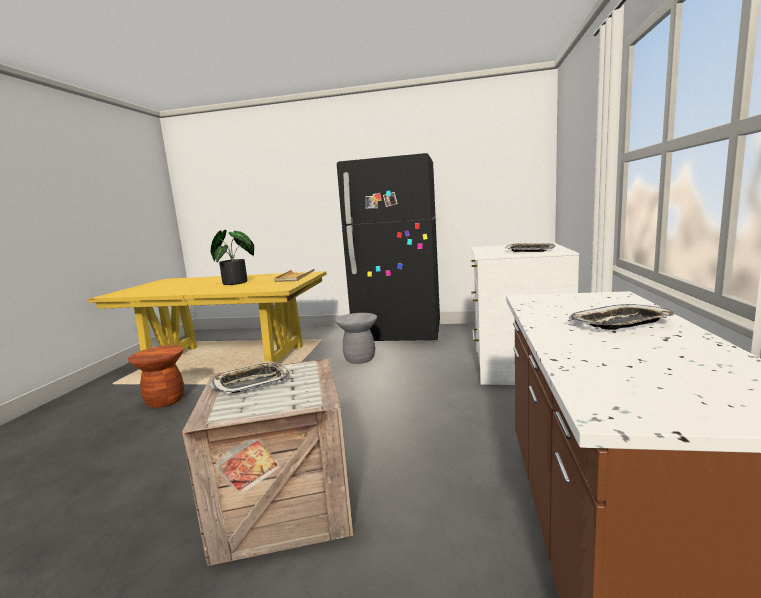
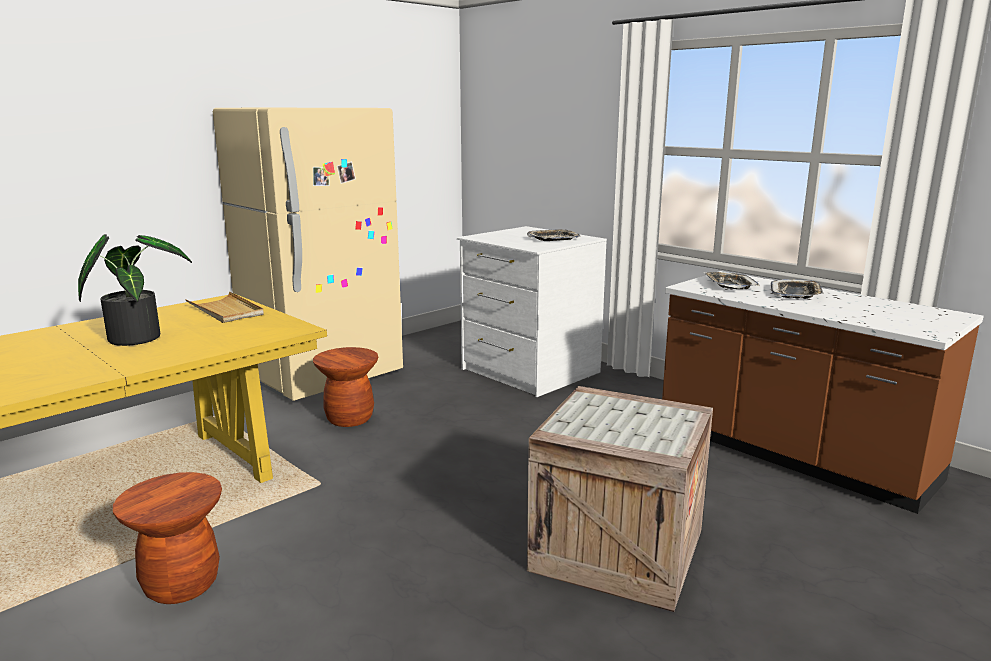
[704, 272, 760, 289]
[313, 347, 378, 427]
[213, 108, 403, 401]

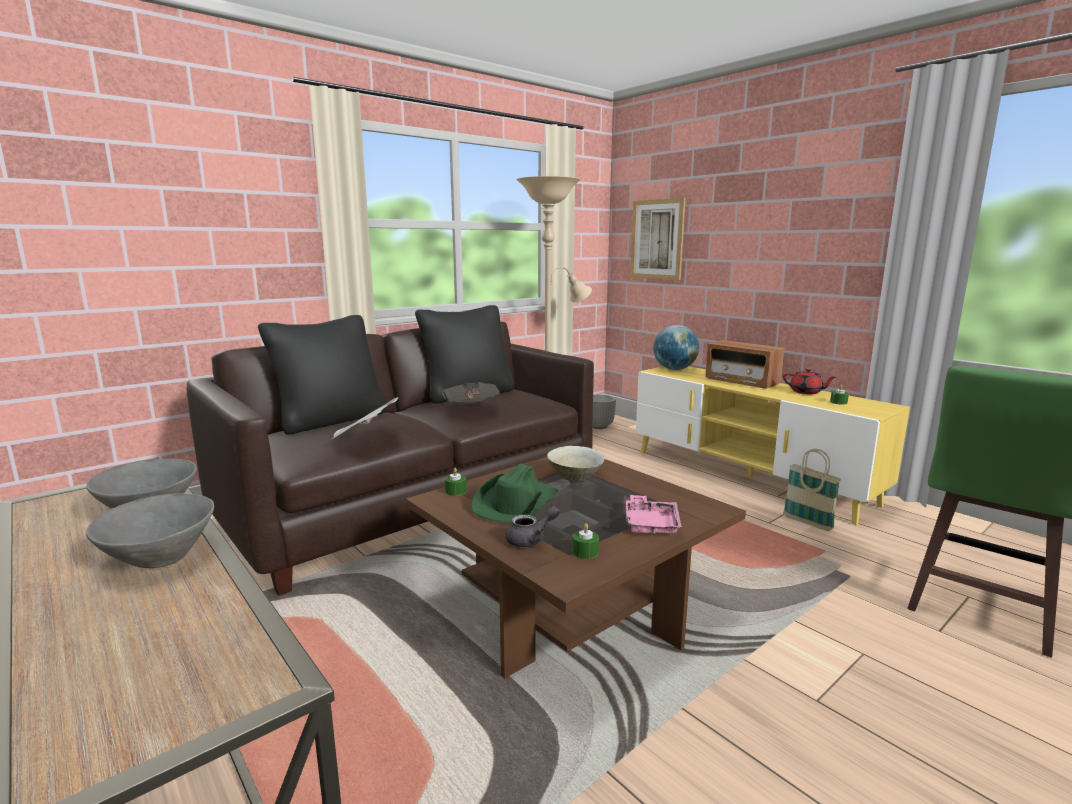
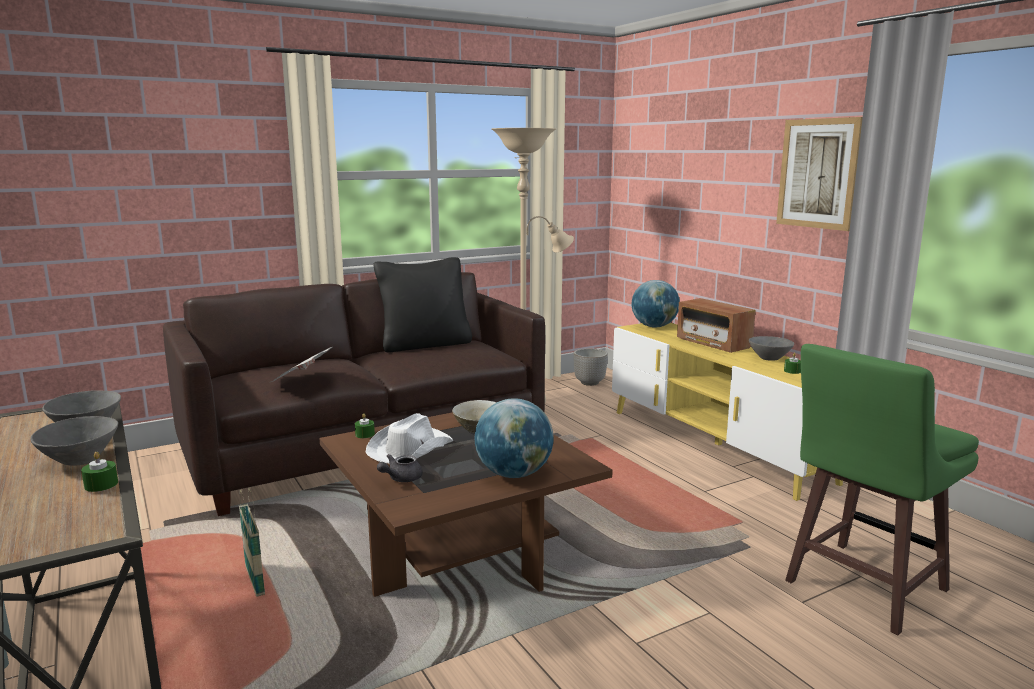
[258, 315, 387, 435] (first image)
[440, 382, 500, 402] (first image)
[81, 452, 118, 492]
[776, 117, 863, 231]
[239, 488, 265, 597]
[474, 398, 554, 478]
[749, 336, 794, 361]
[366, 413, 453, 463]
[377, 454, 423, 482]

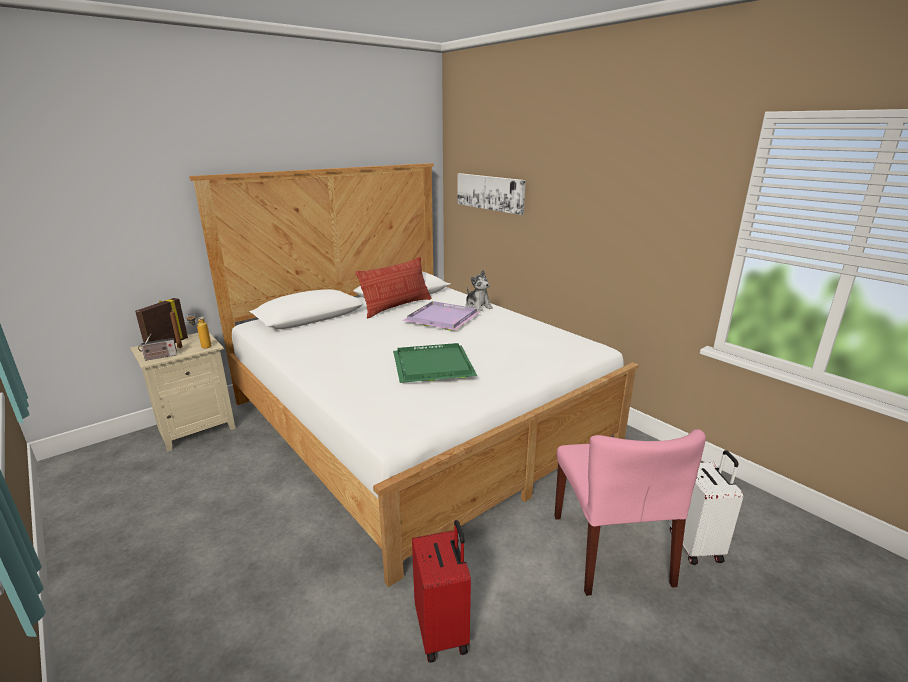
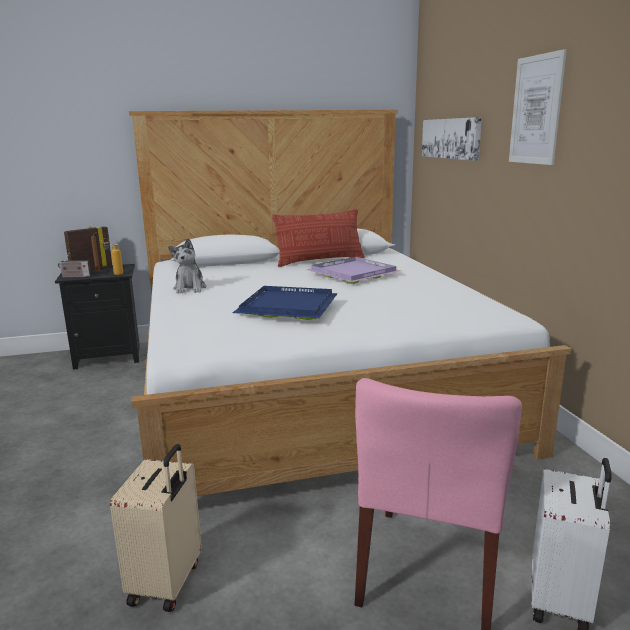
[509, 49, 567, 165]
[168, 238, 206, 294]
[55, 264, 140, 370]
[233, 286, 338, 320]
[110, 444, 202, 612]

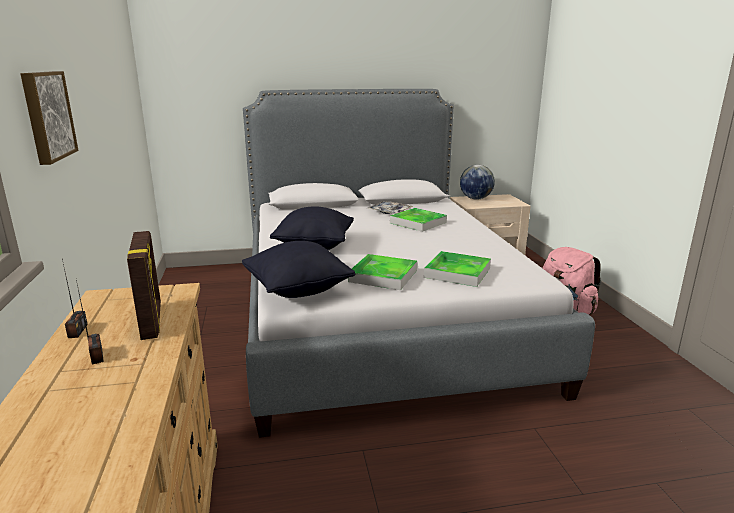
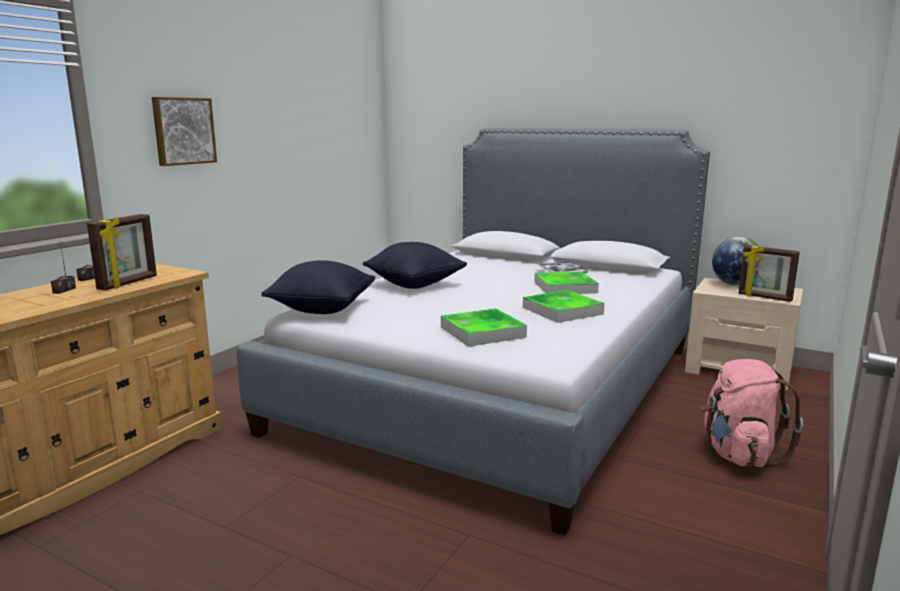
[738, 245, 800, 302]
[523, 290, 605, 323]

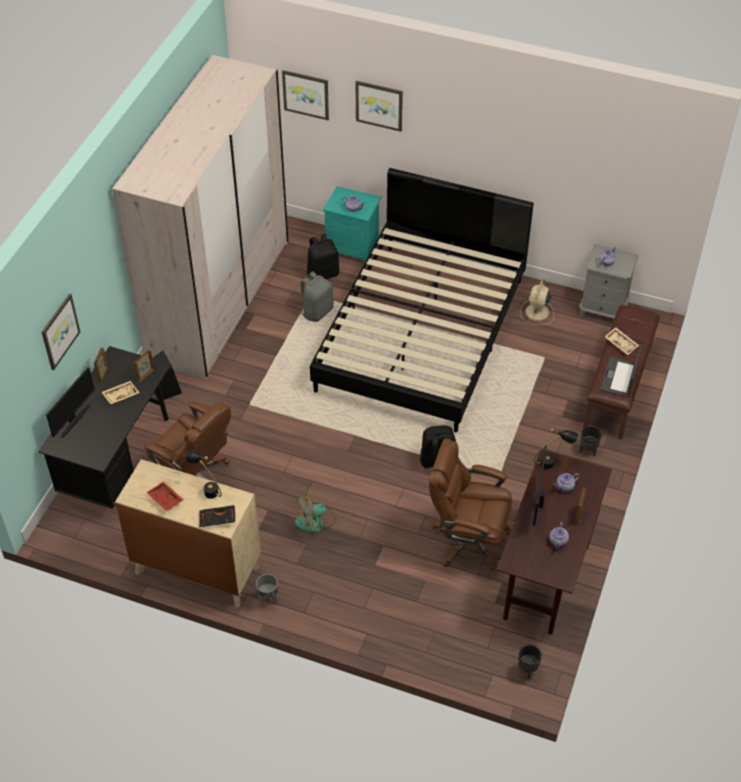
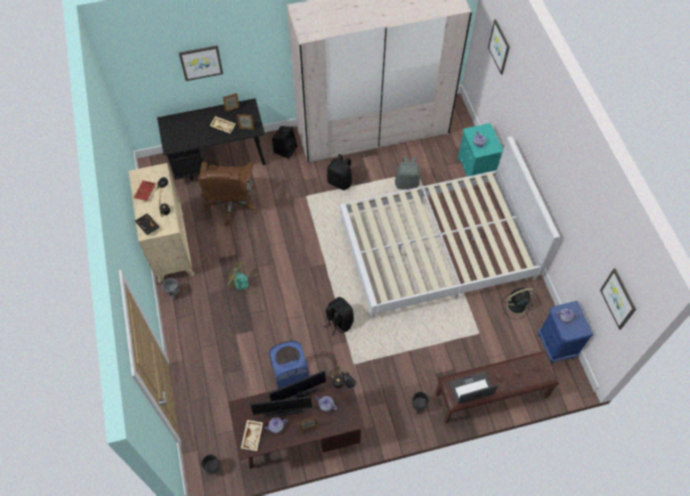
[250, 396, 312, 418]
[327, 154, 352, 190]
[600, 268, 636, 330]
[241, 420, 263, 451]
[269, 341, 309, 389]
[340, 136, 560, 318]
[502, 288, 535, 319]
[538, 301, 593, 364]

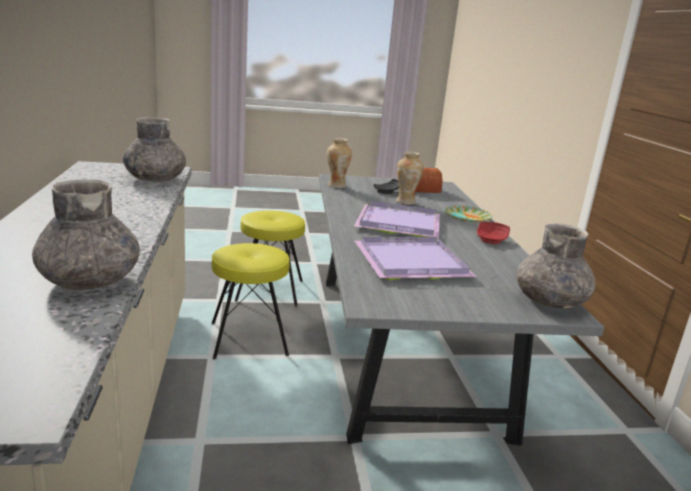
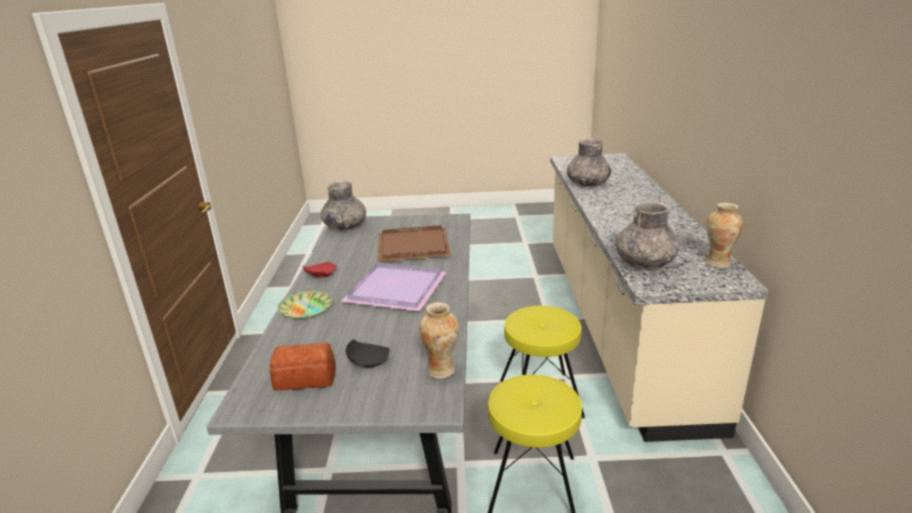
[705, 203, 743, 268]
[378, 225, 451, 262]

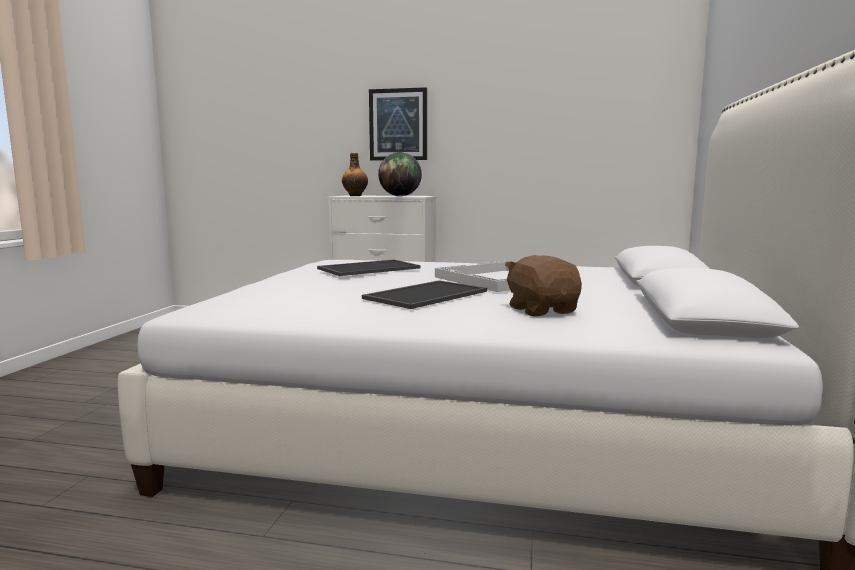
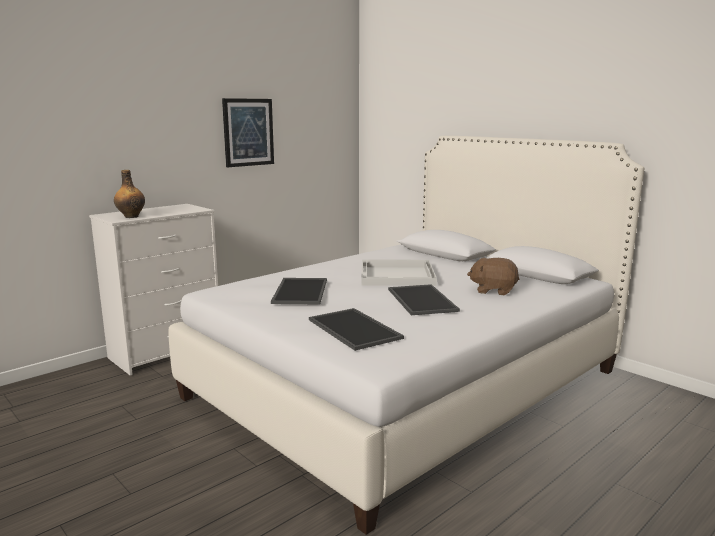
[378, 152, 422, 196] (first image)
[309, 308, 404, 351]
[222, 98, 274, 167]

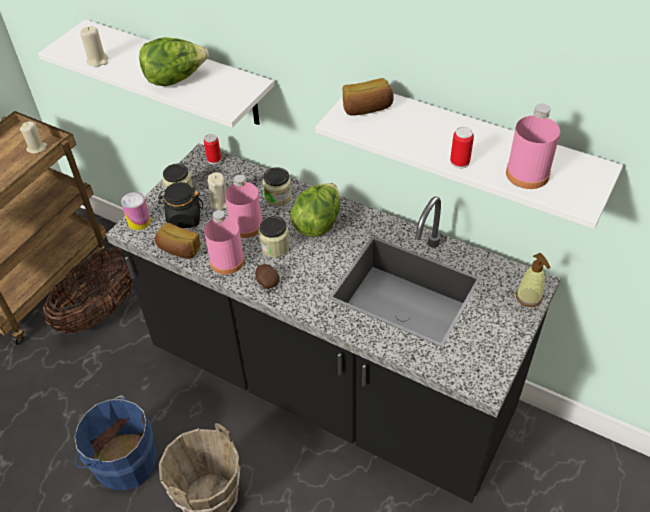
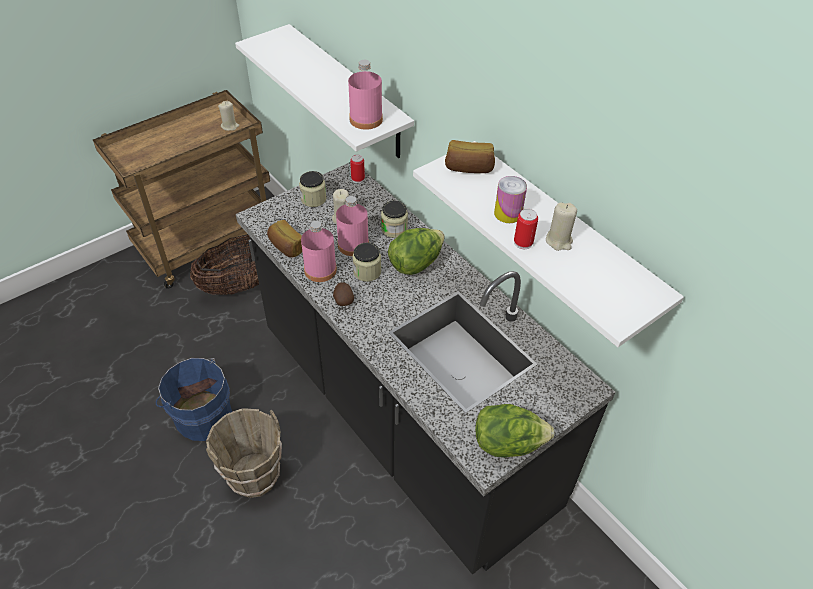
[158, 182, 203, 228] (first image)
[516, 253, 551, 307] (first image)
[546, 203, 577, 251]
[494, 176, 527, 223]
[475, 404, 555, 458]
[348, 60, 383, 130]

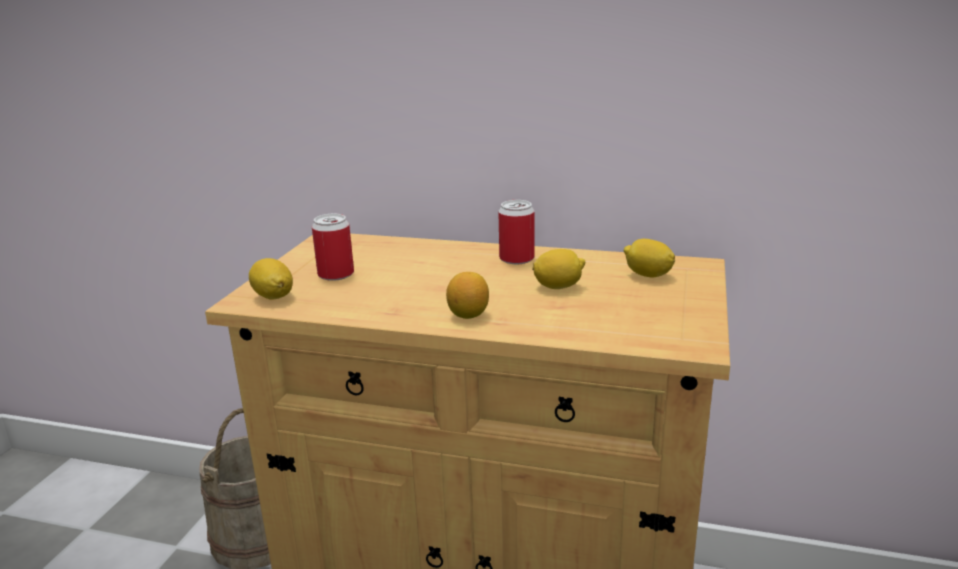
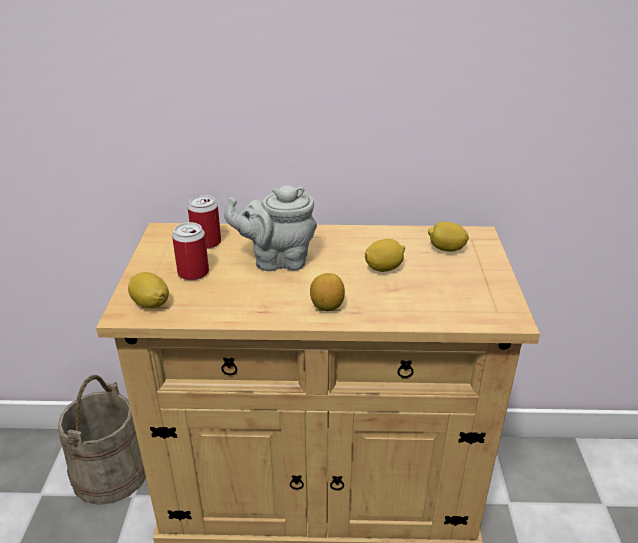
[224, 185, 317, 271]
[188, 195, 221, 249]

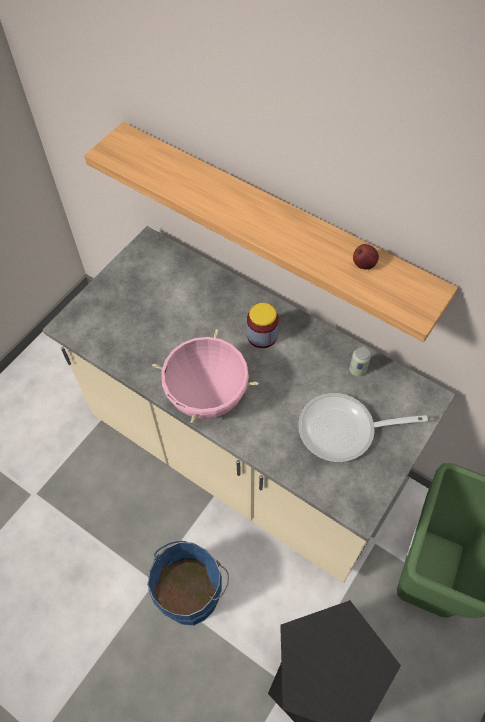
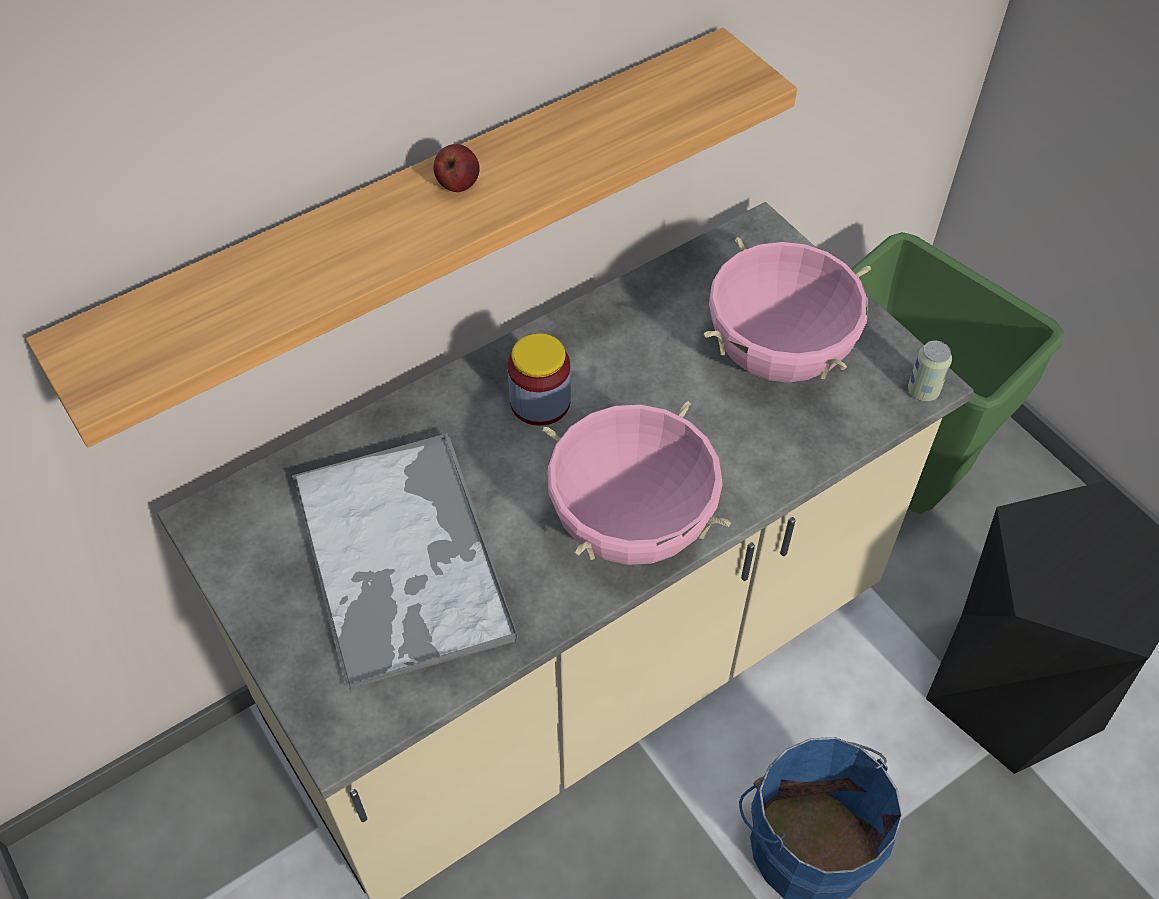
[292, 433, 518, 689]
[908, 341, 952, 401]
[433, 144, 480, 192]
[703, 237, 871, 383]

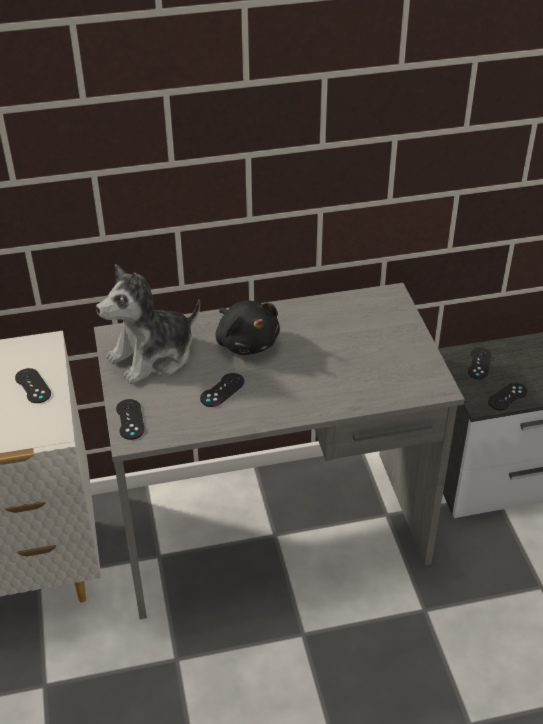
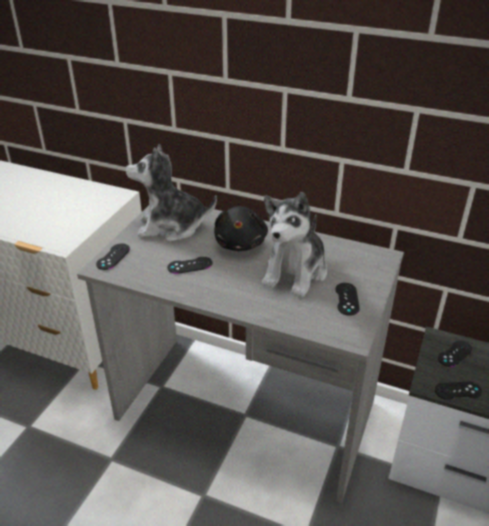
[262, 192, 327, 297]
[335, 283, 360, 316]

